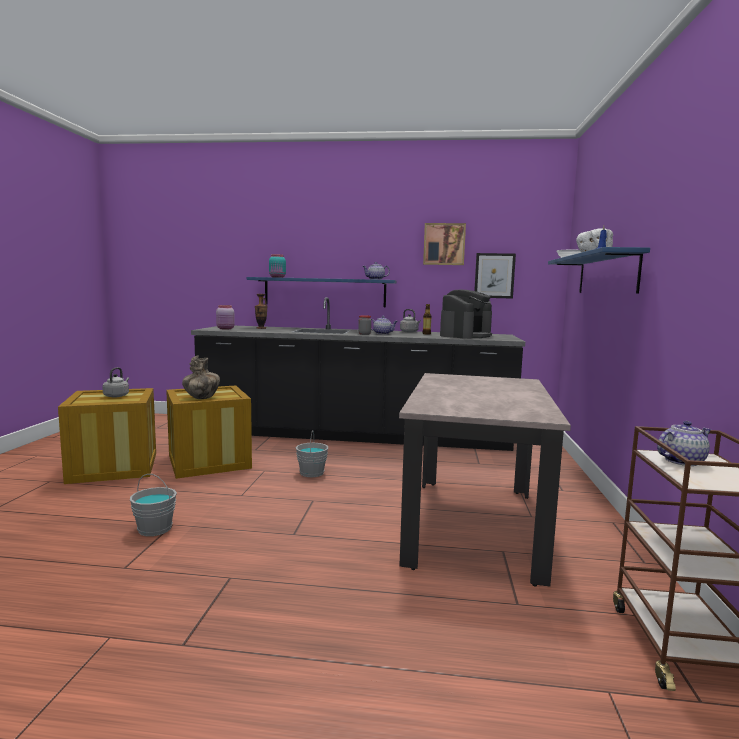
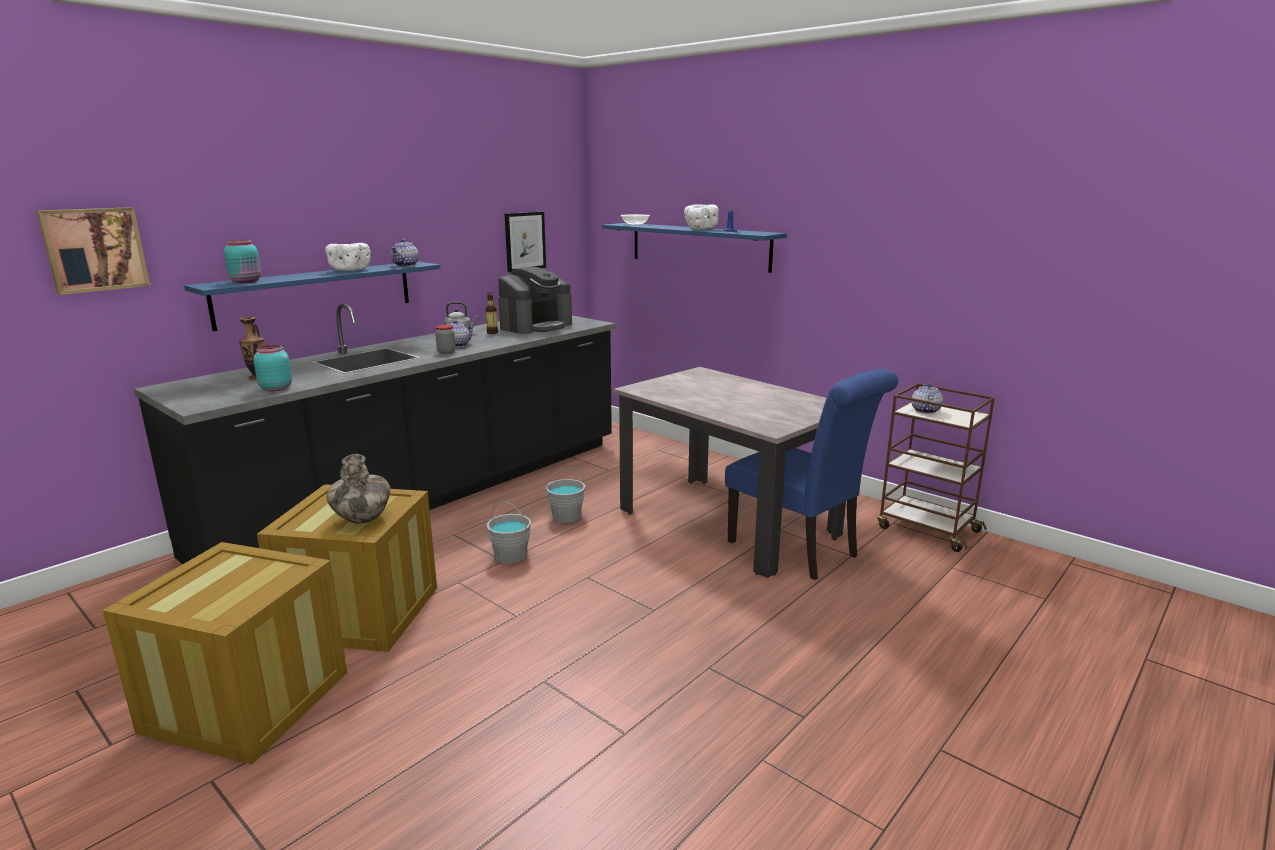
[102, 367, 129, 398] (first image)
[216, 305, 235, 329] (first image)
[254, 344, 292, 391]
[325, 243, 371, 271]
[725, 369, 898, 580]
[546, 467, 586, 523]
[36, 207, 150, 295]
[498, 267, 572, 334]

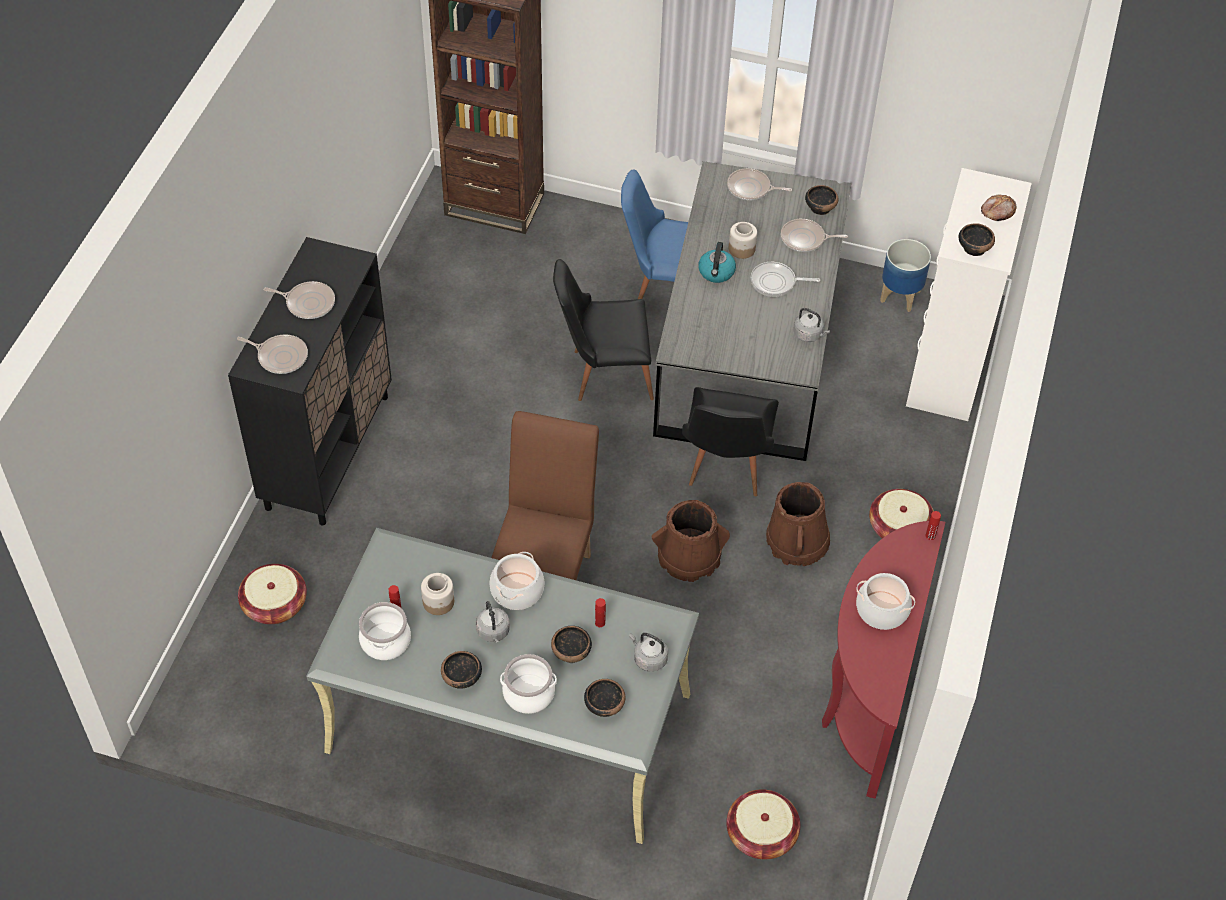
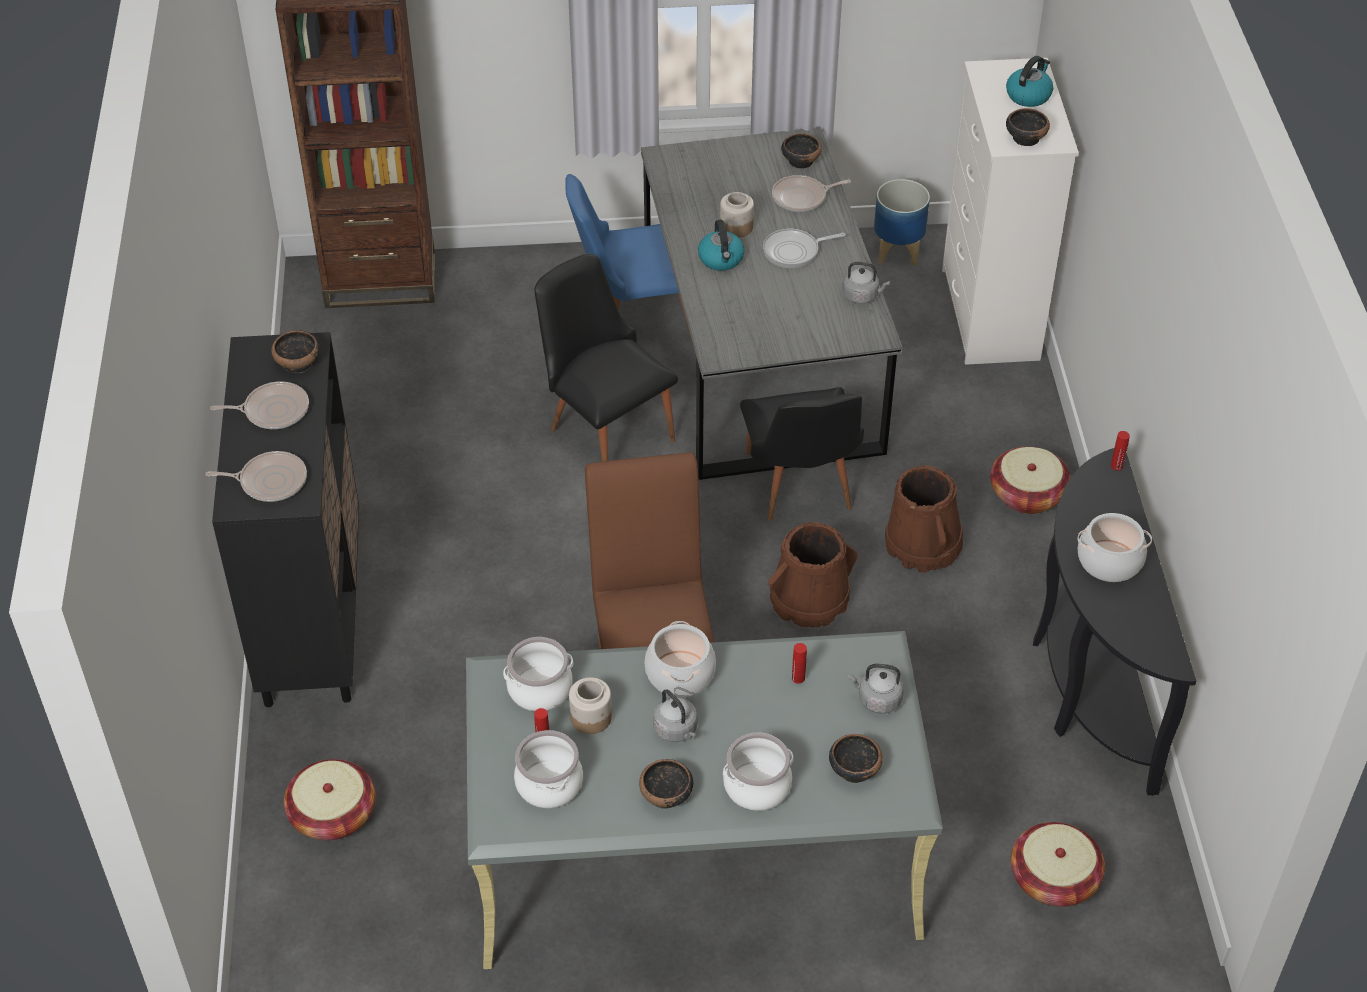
[727, 168, 792, 200] (first image)
[503, 637, 573, 711]
[271, 330, 320, 373]
[1006, 56, 1053, 107]
[1033, 448, 1196, 796]
[534, 254, 678, 461]

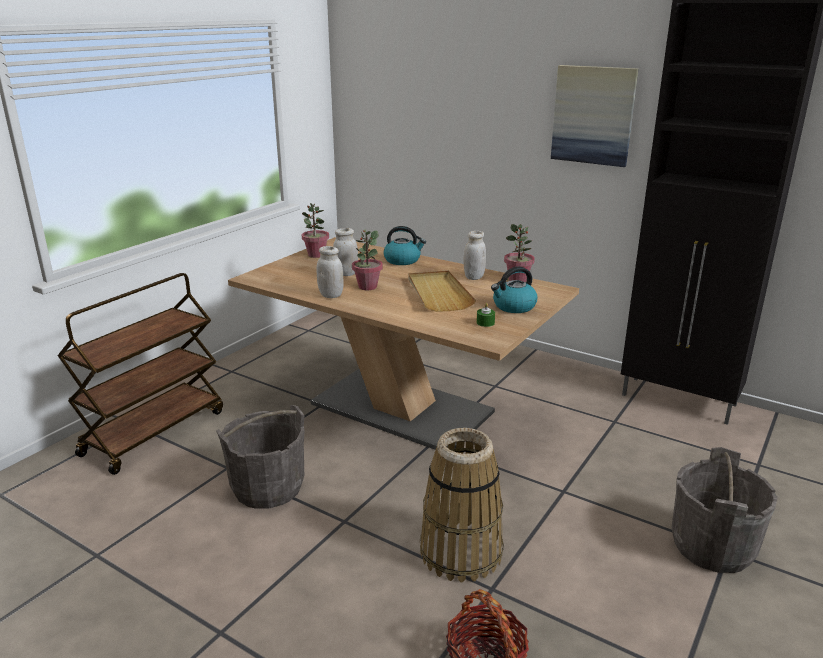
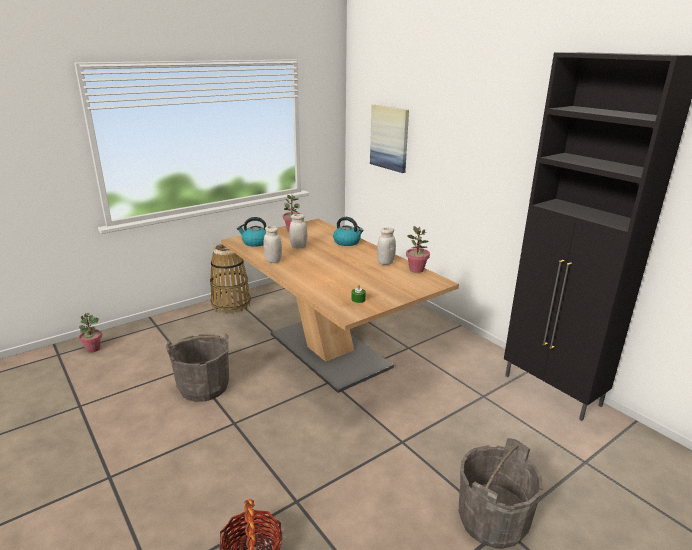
[57, 273, 223, 475] (first image)
[408, 270, 476, 312] (first image)
[79, 313, 102, 353]
[210, 244, 251, 314]
[237, 217, 267, 247]
[370, 105, 409, 173]

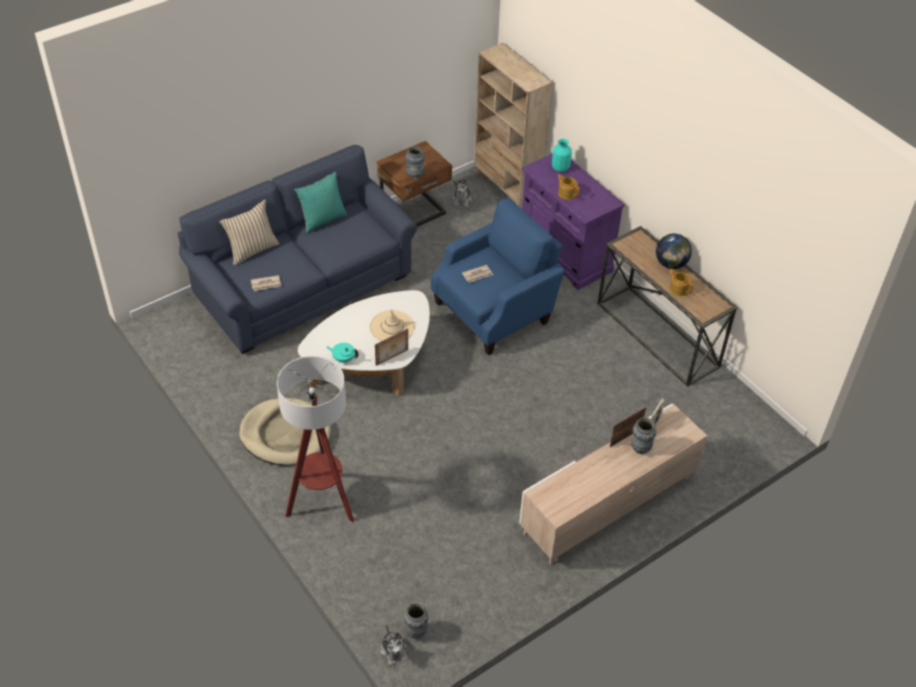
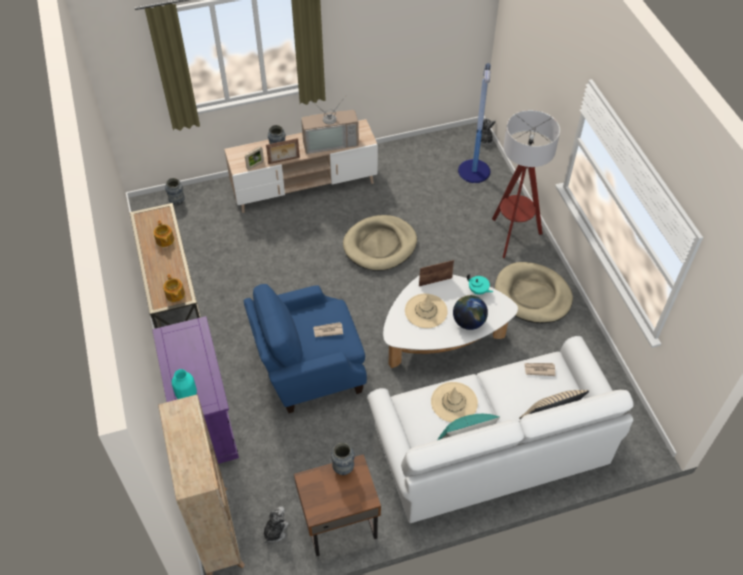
[301, 97, 359, 154]
[343, 215, 417, 271]
[431, 382, 478, 422]
[458, 63, 491, 183]
[165, 178, 185, 206]
[163, 274, 185, 302]
[453, 295, 488, 330]
[367, 336, 634, 523]

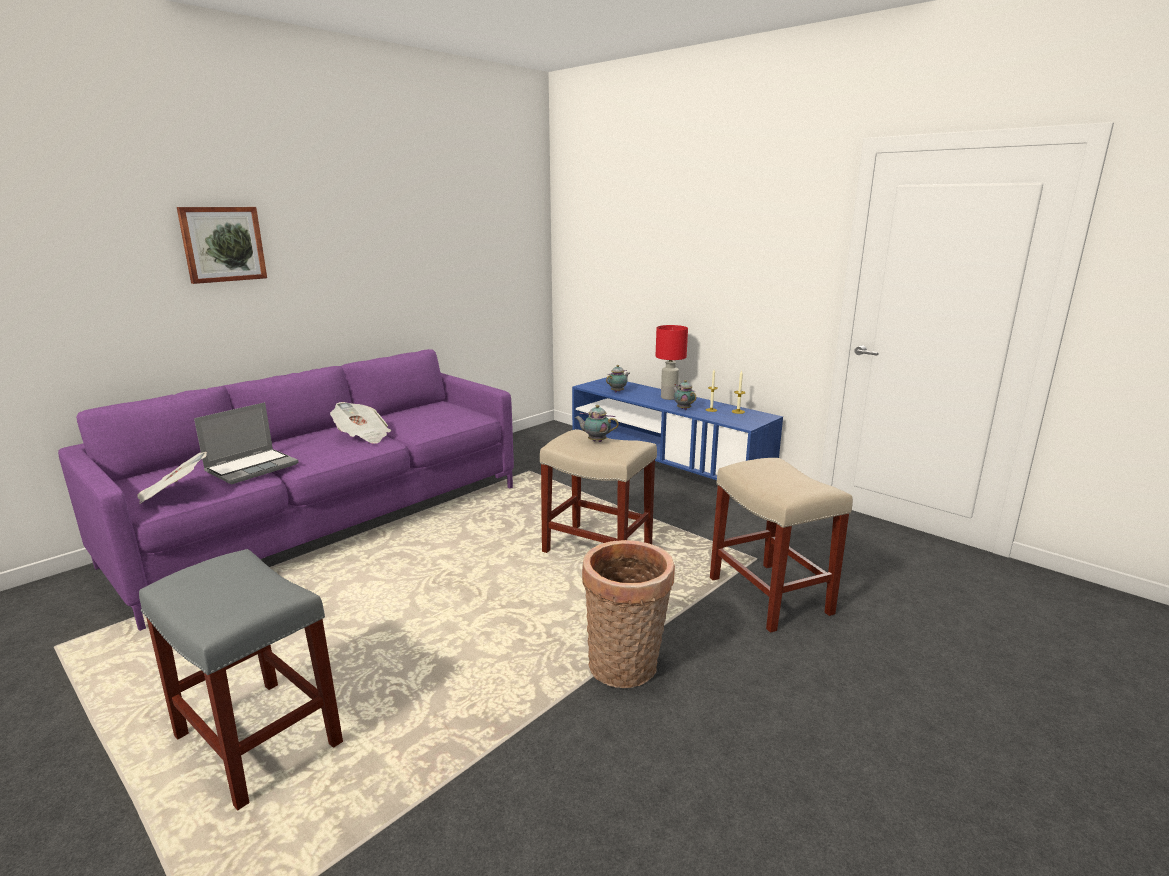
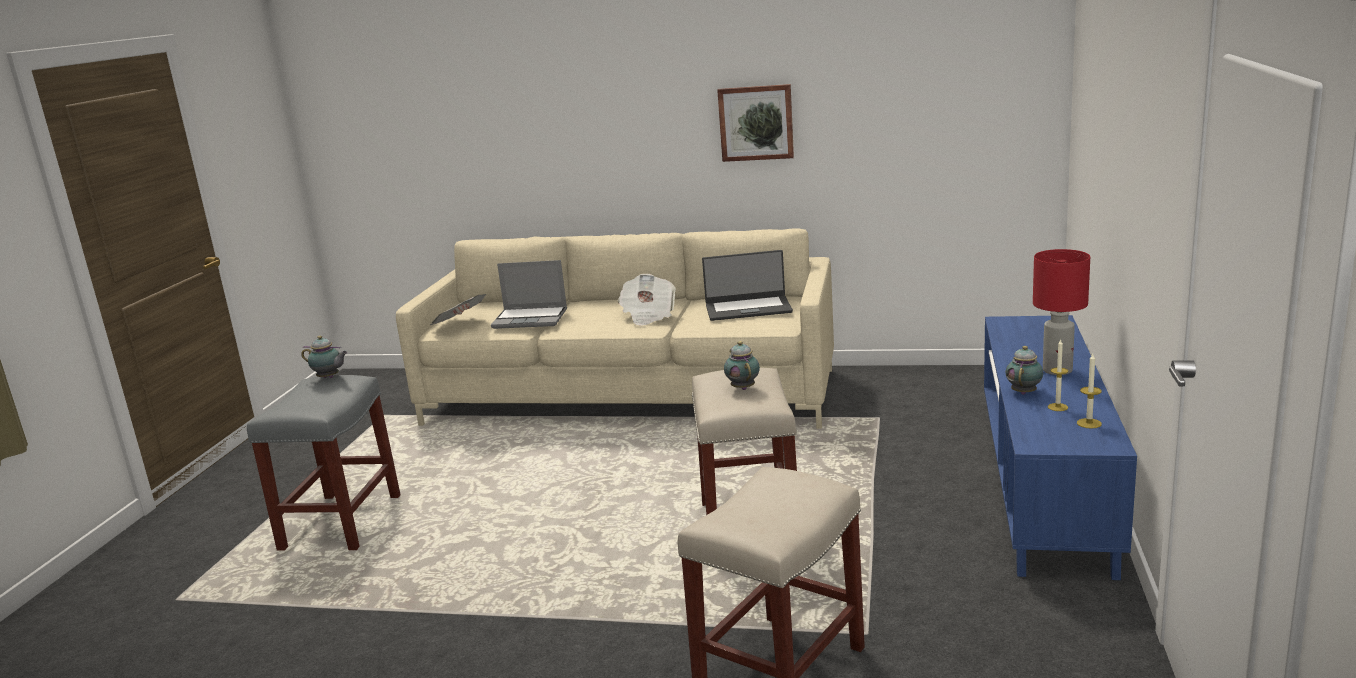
[582, 540, 675, 688] (first image)
[702, 250, 793, 321]
[717, 84, 794, 162]
[301, 336, 348, 378]
[396, 229, 834, 429]

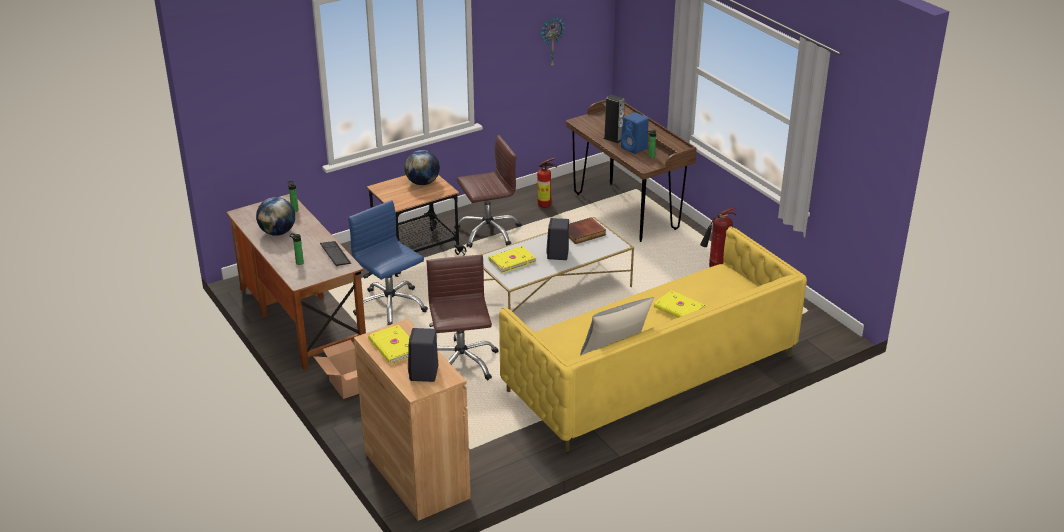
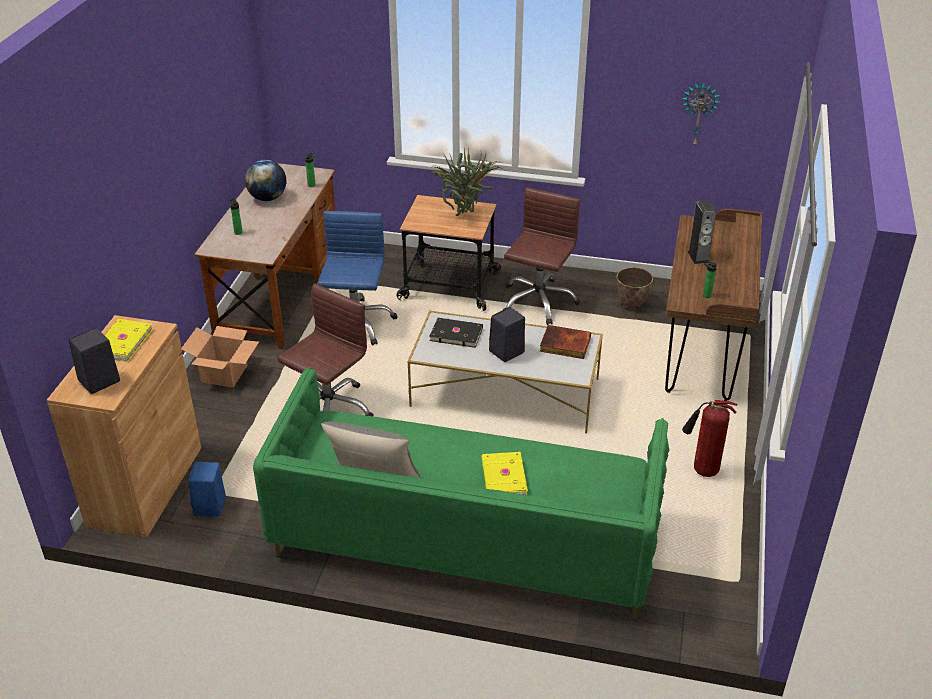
[320, 241, 351, 267] (first image)
[189, 462, 226, 517]
[435, 147, 501, 216]
[617, 267, 653, 308]
[430, 318, 483, 348]
[253, 367, 669, 620]
[503, 187, 580, 325]

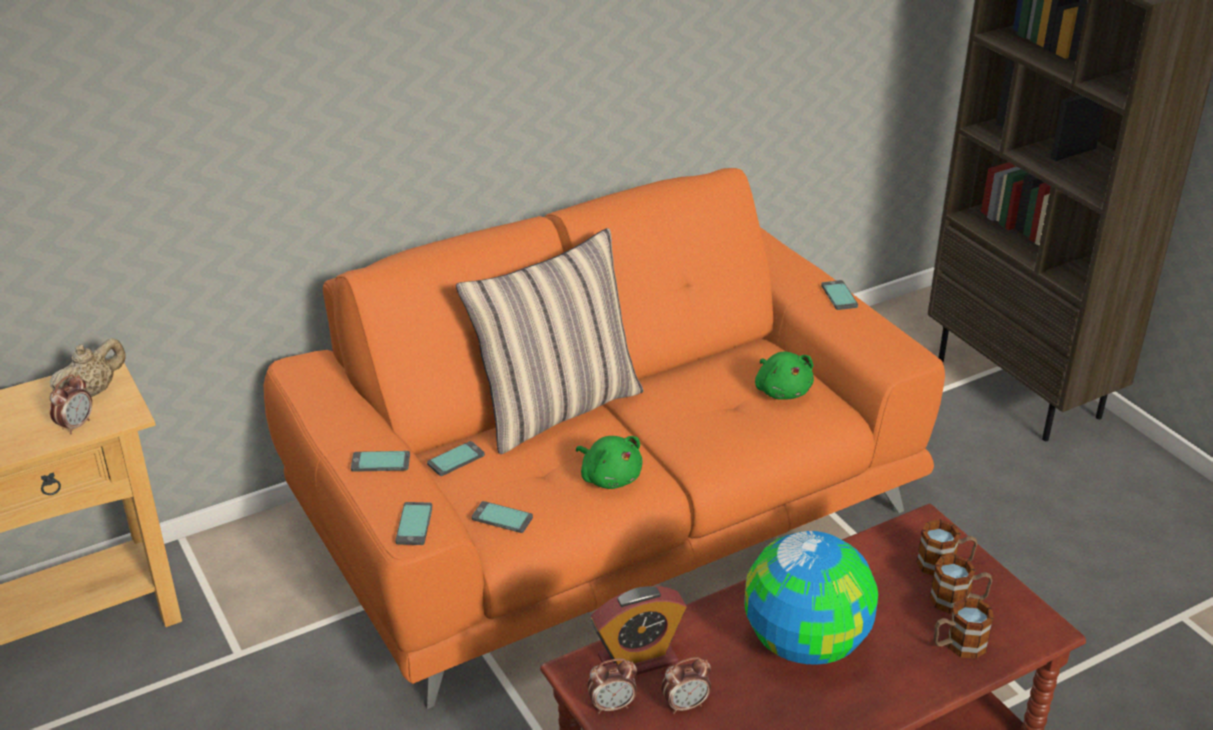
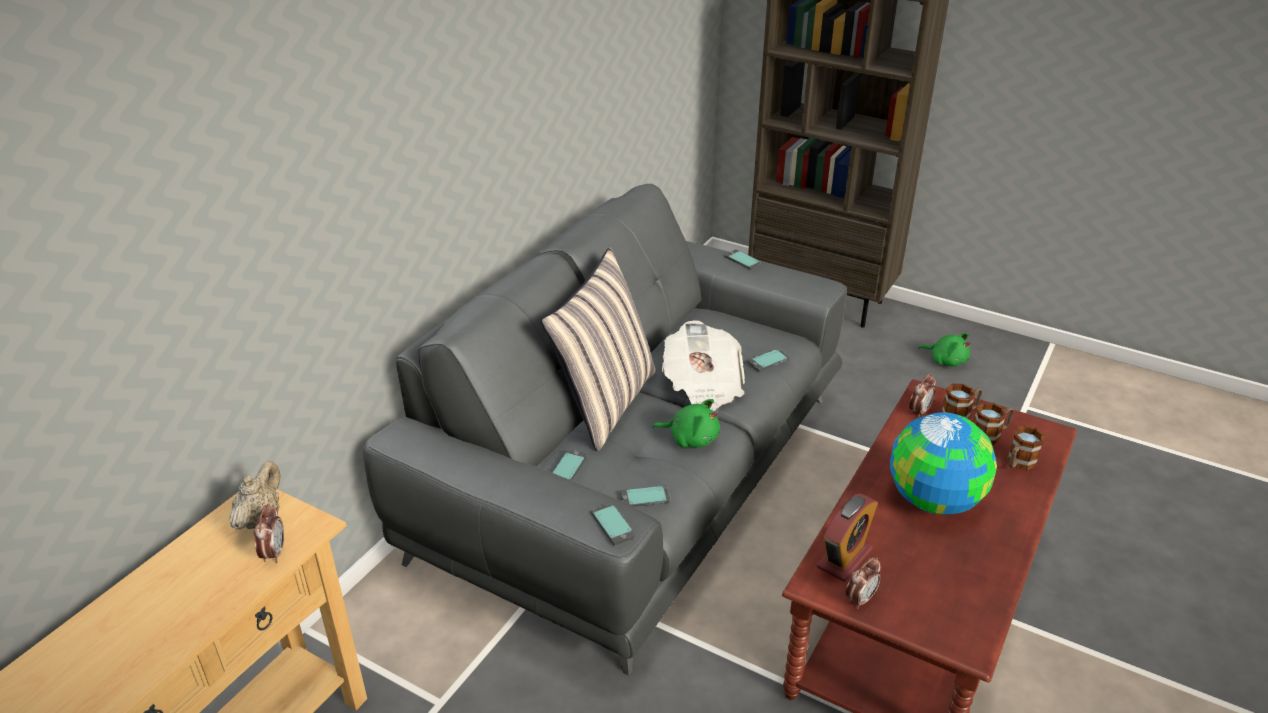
[662, 320, 745, 411]
[748, 349, 790, 371]
[909, 374, 936, 418]
[918, 333, 971, 367]
[363, 184, 847, 675]

